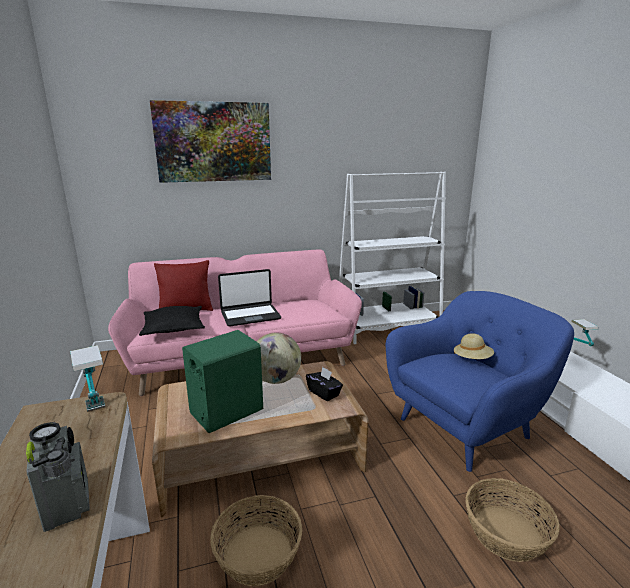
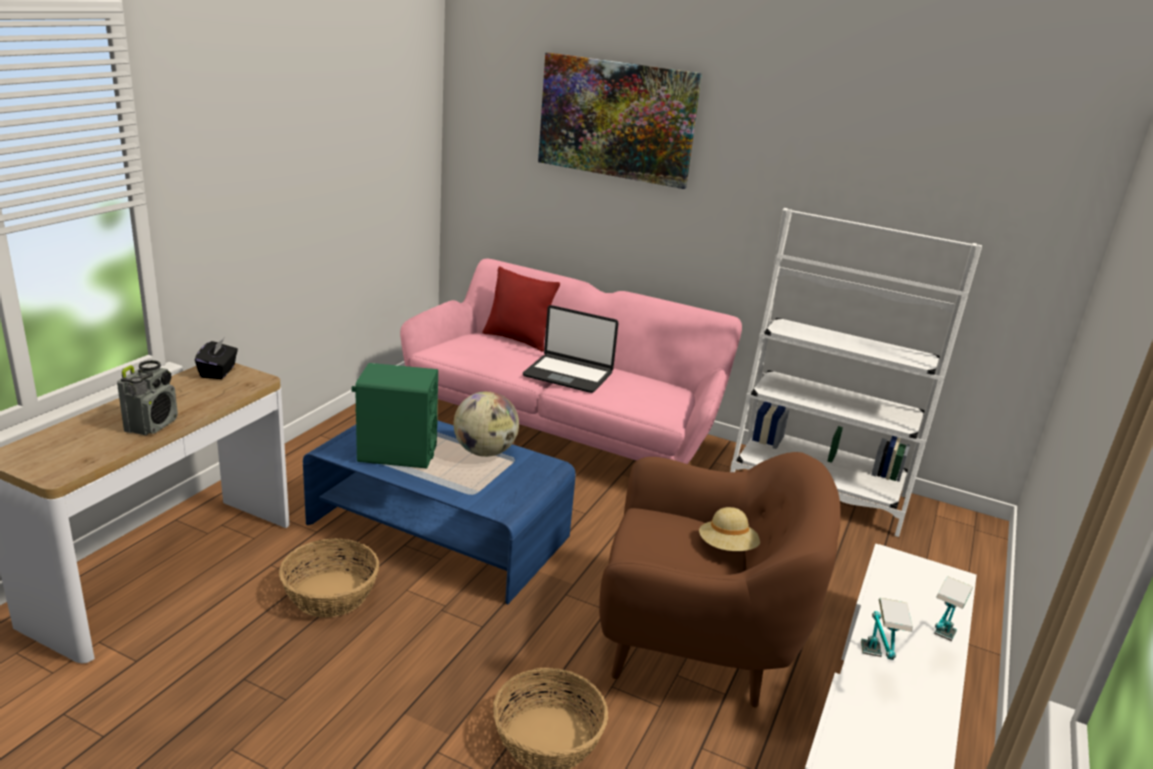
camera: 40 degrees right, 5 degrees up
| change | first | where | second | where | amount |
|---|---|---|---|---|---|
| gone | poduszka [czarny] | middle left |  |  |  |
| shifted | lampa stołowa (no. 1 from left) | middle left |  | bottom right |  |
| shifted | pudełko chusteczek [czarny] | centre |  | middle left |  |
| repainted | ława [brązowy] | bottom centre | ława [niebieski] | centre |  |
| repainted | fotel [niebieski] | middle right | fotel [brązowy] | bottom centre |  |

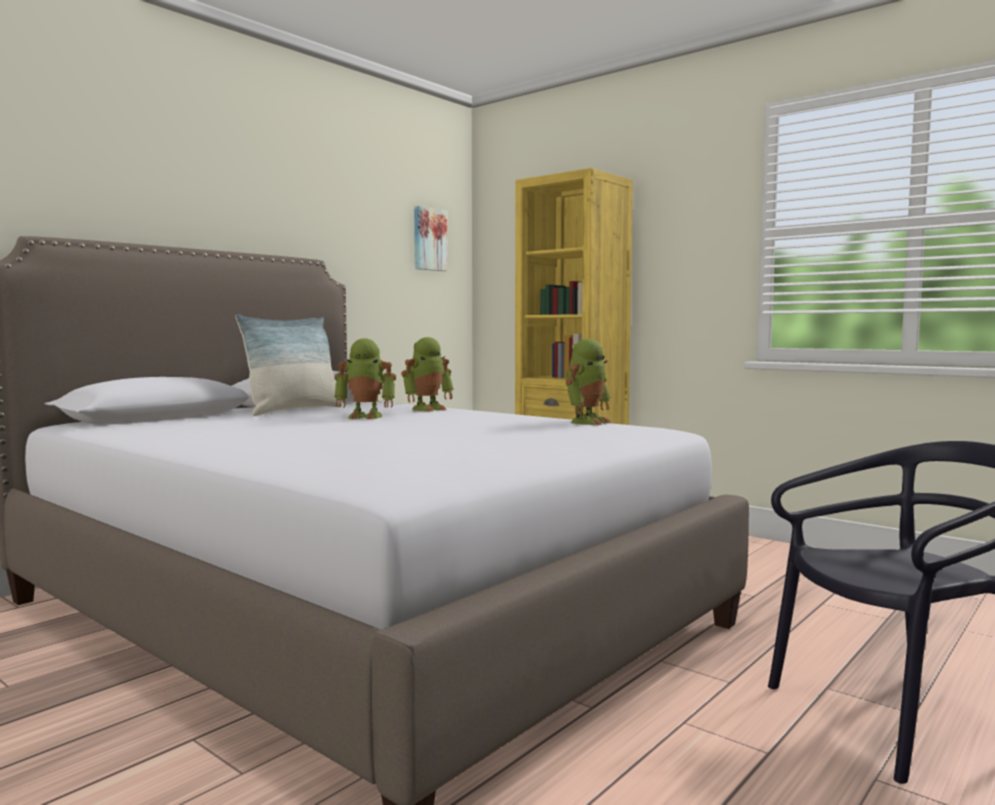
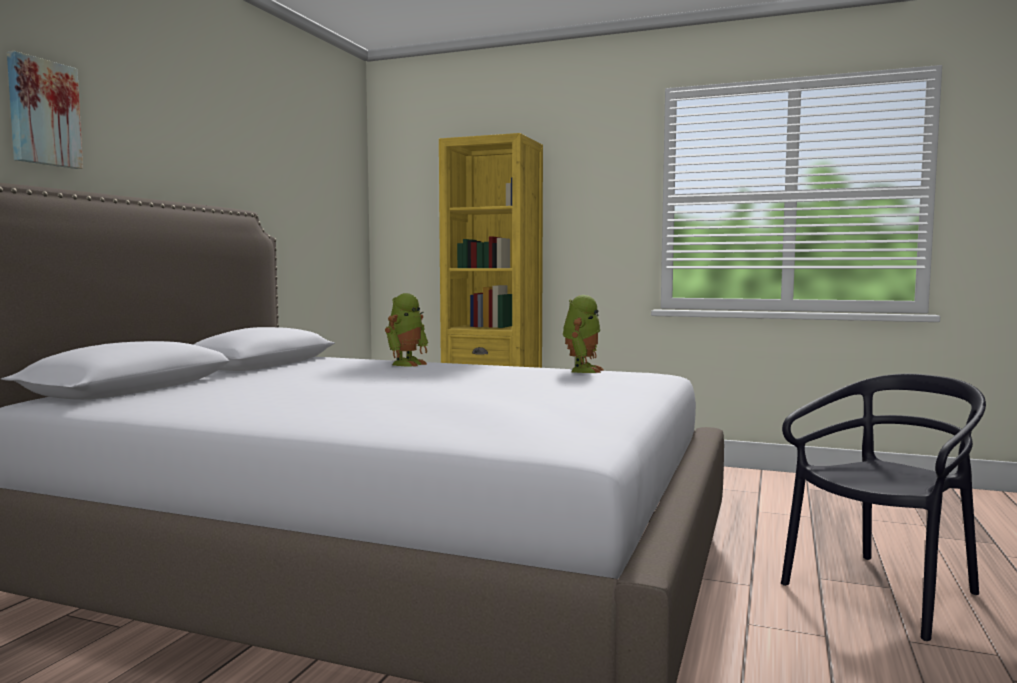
camera: 20 degrees left, 0 degrees up
| change | first | where | second | where | amount |
|---|---|---|---|---|---|
| gone | poduszka | middle left |  |  |  |
| gone | robot zabawkowy (no. 1 from left) | centre |  |  |  |
| shifted | obraz | top centre |  | top left |  |

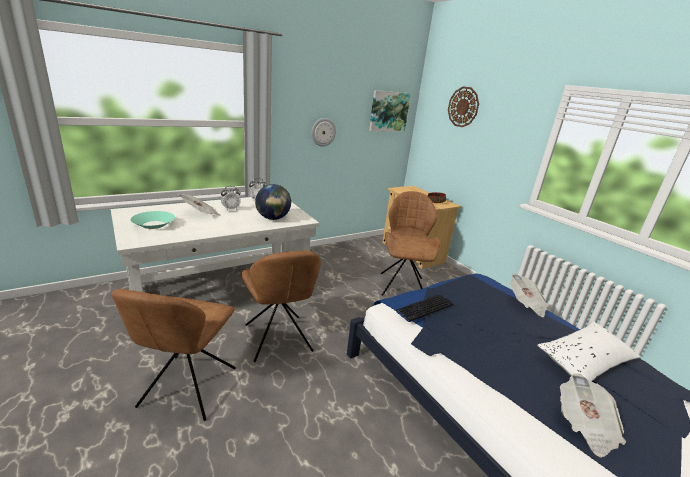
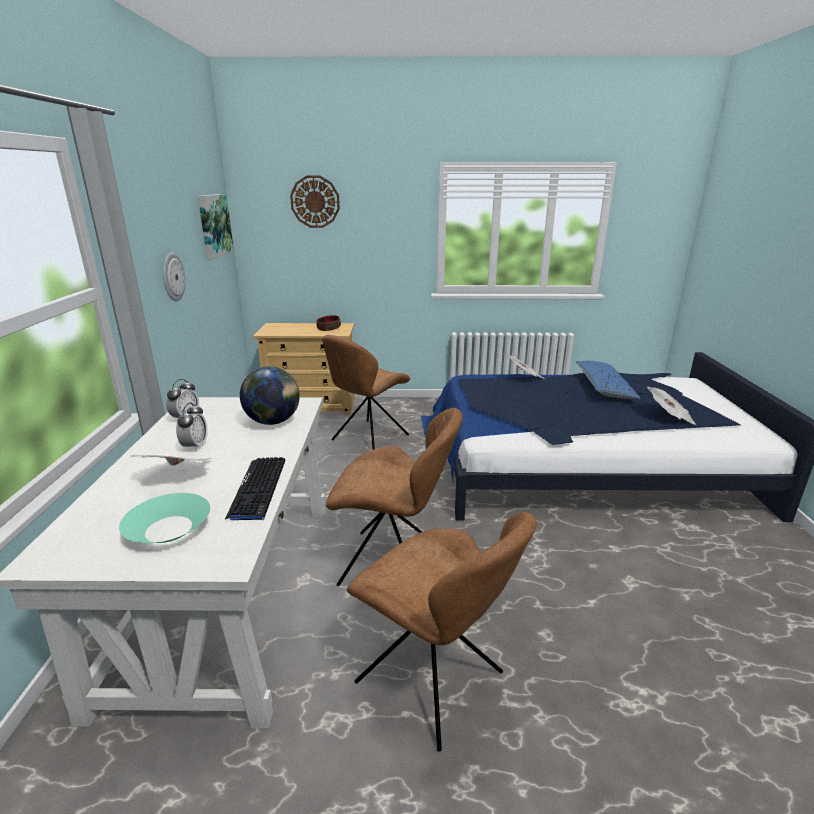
camera: 55 degrees left, 0 degrees up
| change | first | where | second | where | amount |
|---|---|---|---|---|---|
| shifted | klawiatura | centre |  | middle left |  |
| repainted | poduszka [biały] | bottom right | poduszka [niebieski] | middle right |  |
| rotated | krzesło [brązowy] (no. 3 from left in the first image) | centre | krzesło [brązowy] (no. 1 from left) | centre | 90 degrees counterclockwise |

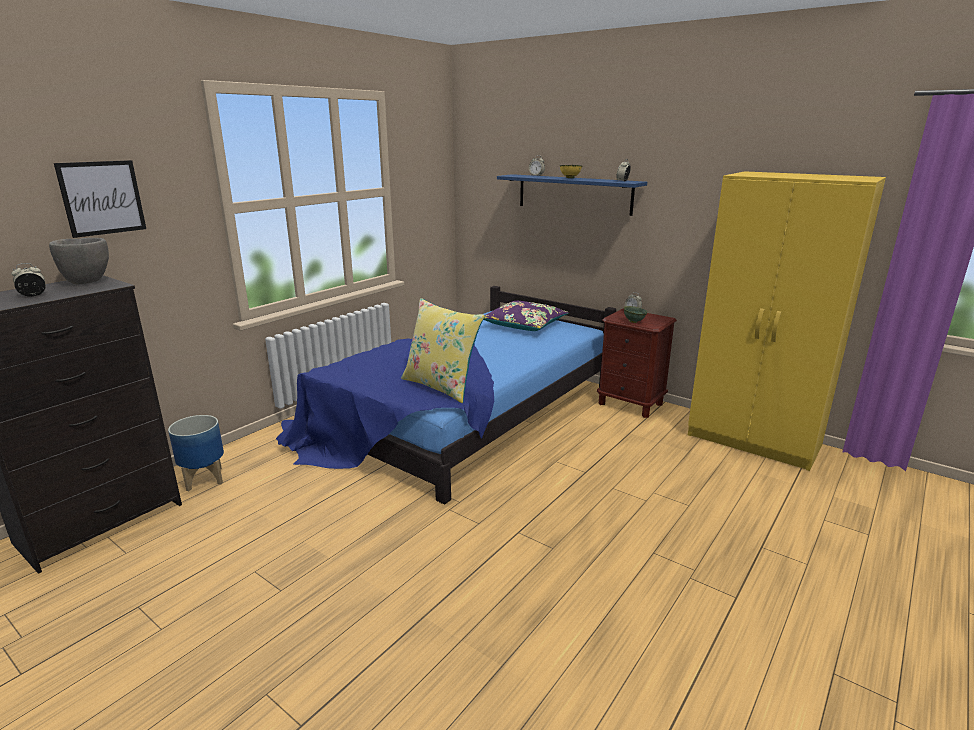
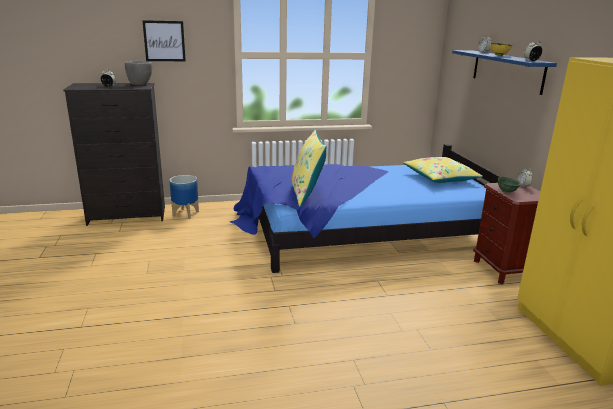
camera: 40 degrees right, 0 degrees up
| change | first | where | second | where | amount |
|---|---|---|---|---|---|
| repainted | poduszka [fioletowy] | centre | poduszka [żółty] (no. 2 from left) | middle right |  |

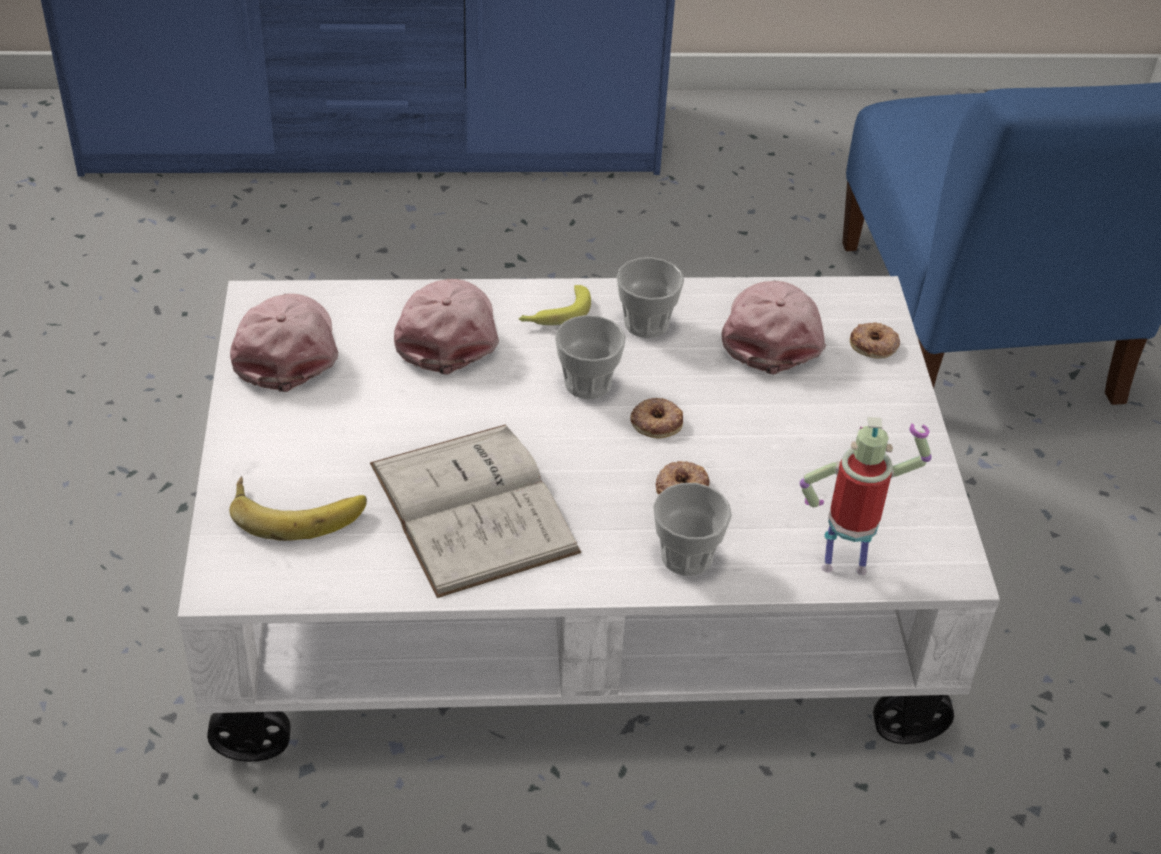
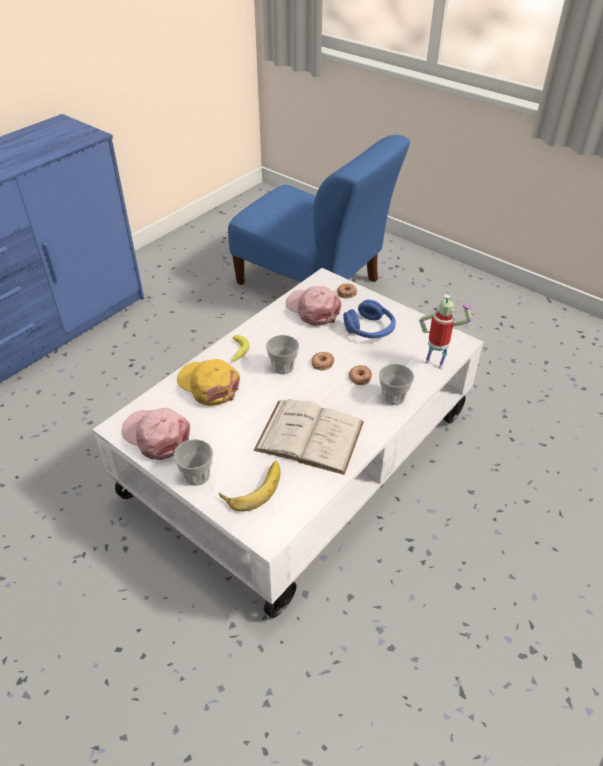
camera: 45 degrees left, 0 degrees up
| change | first | where | second | where | amount |
|---|---|---|---|---|---|
| new |  |  | słuchawki [niebieski] | centre |  |
| shifted | filiżanka (no. 2 from left in the first image) | centre | filiżanka (no. 1 from left) | middle left |  |
| repainted | czapka z daszkiem [różowy] (no. 2 from left) | centre | czapka z daszkiem [żółty] | centre |  |
| rotated | robot zabawkowy | middle right |  | middle right | 75 degrees clockwise |

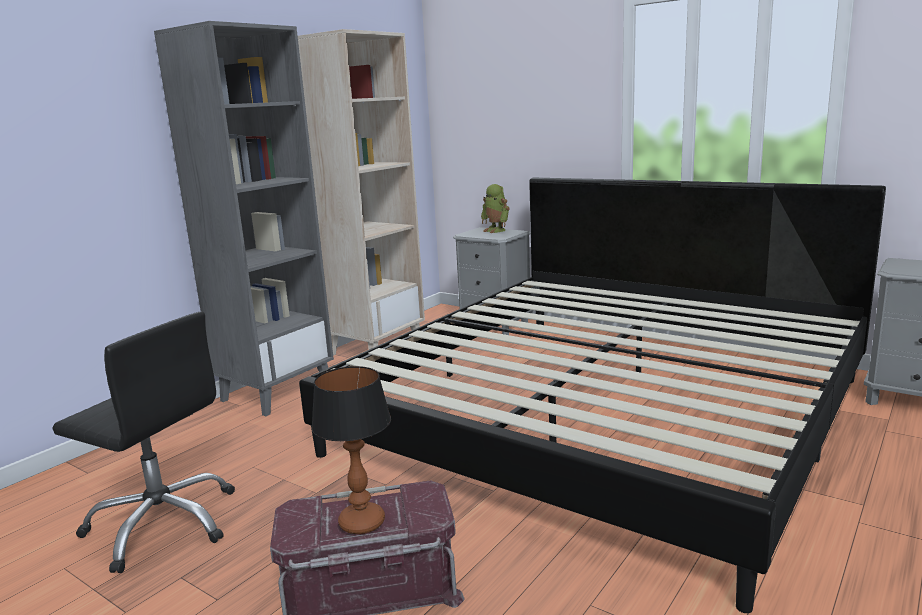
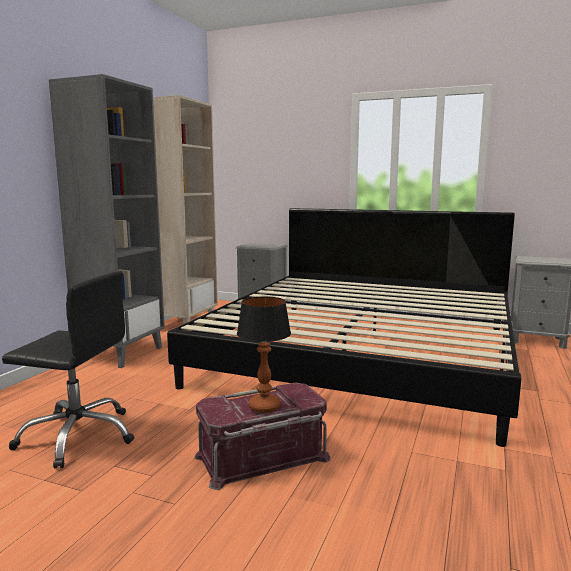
camera: 15 degrees left, 5 degrees down
| change | first | where | second | where | amount |
|---|---|---|---|---|---|
| gone | robot zabawkowy | centre |  |  |  |

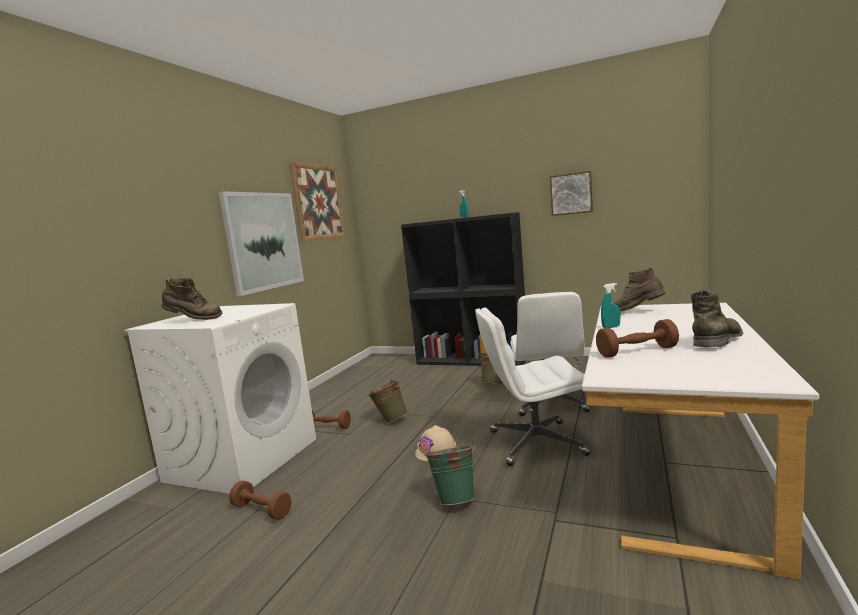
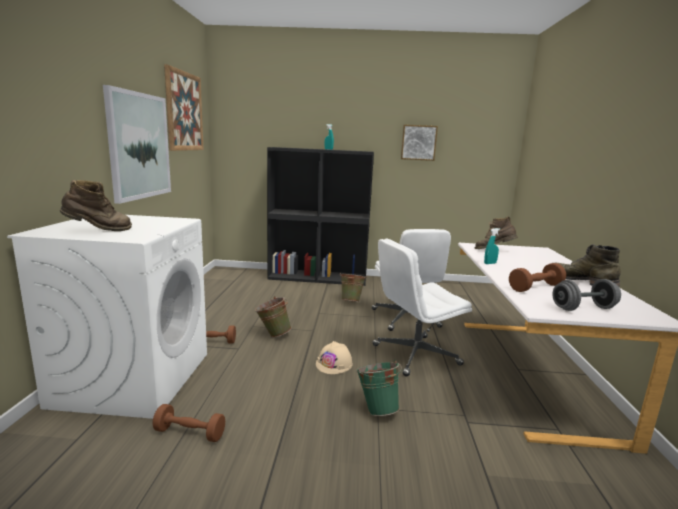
camera: 20 degrees left, 5 degrees up
| change | first | where | second | where | amount |
|---|---|---|---|---|---|
| new |  |  | hantel [szary] | middle right |  |
| rotated | but z cholewką [zielony] | middle right |  | middle right | 60 degrees counterclockwise |

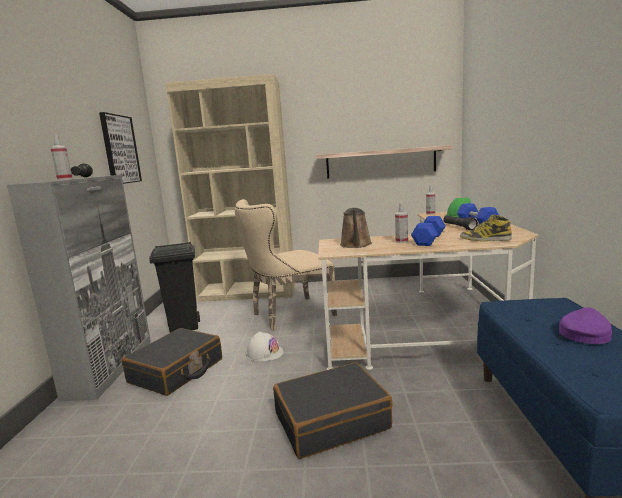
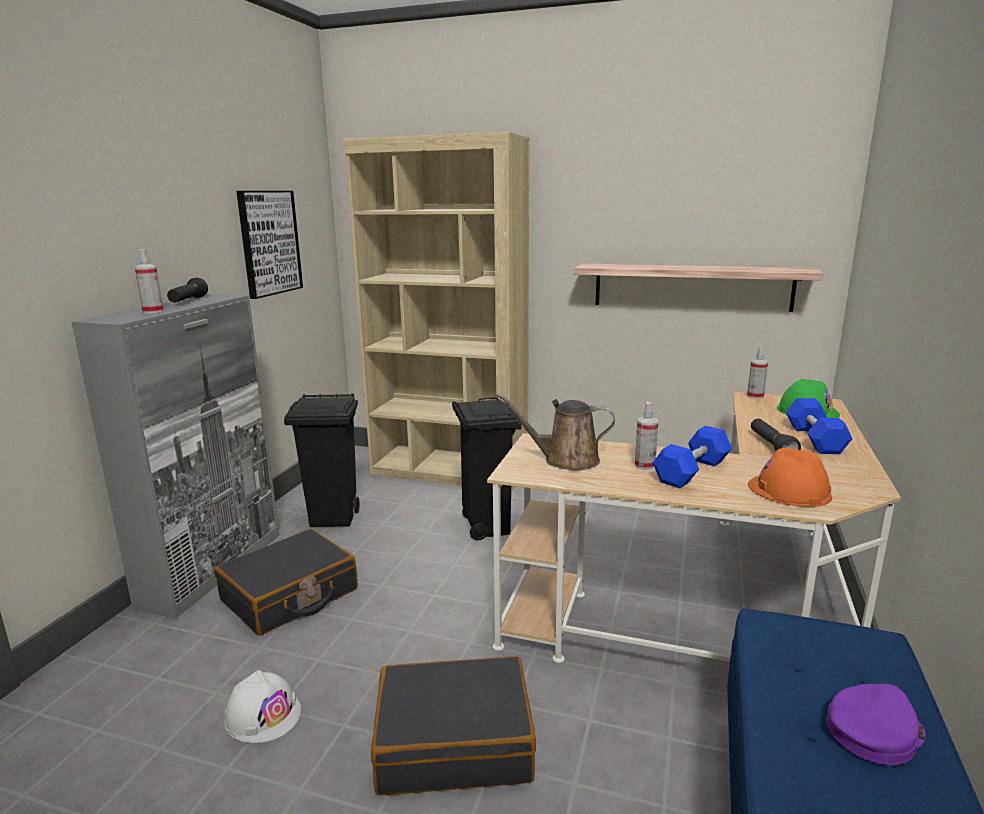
camera: 15 degrees right, 5 degrees up
| change | first | where | second | where | amount |
|---|---|---|---|---|---|
| shifted | kask [biały] | bottom centre |  | bottom left |  |
| swapped | krzesło [beżowy] | centre | kosz na śmieci [czarny] (no. 2 from left) | centre |  |
| swapped | but z cholewką | middle right | kask [pomarańczowy] | middle right |  |
| rotated | konewka [brązowy] | centre |  | centre | 75 degrees clockwise |

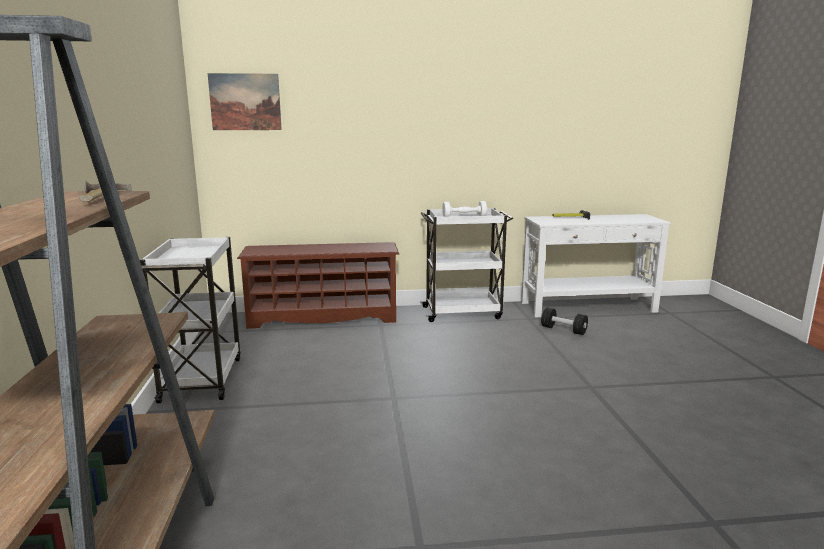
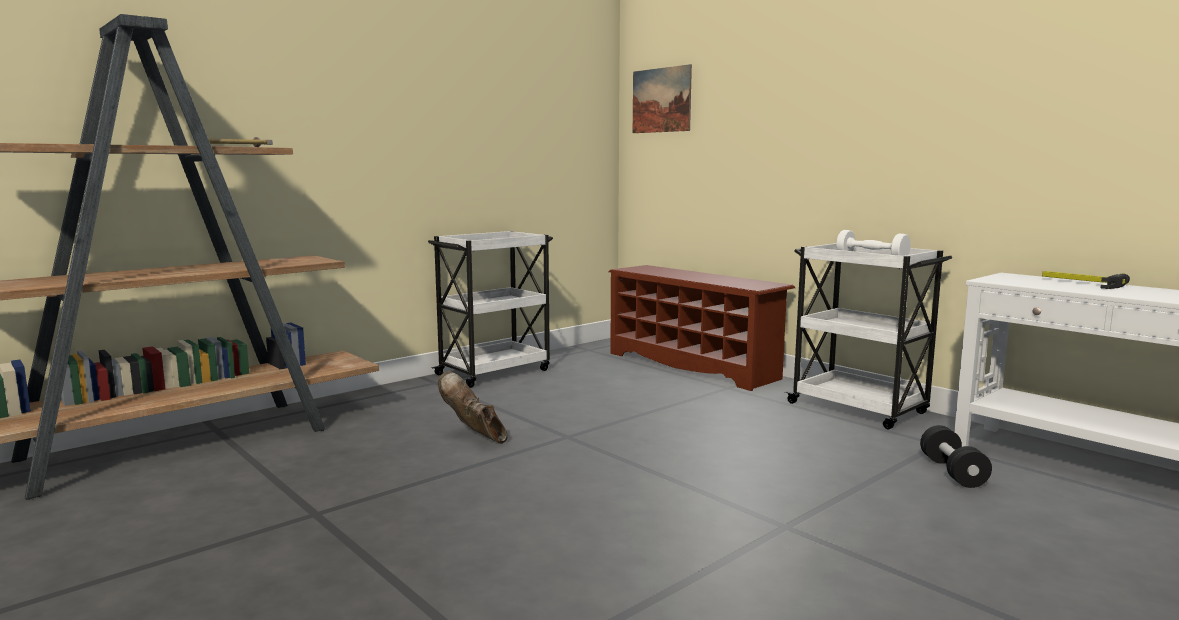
camera: 55 degrees right, 5 degrees down
| change | first | where | second | where | amount |
|---|---|---|---|---|---|
| new |  |  | but z cholewką [brązowy] | centre |  |

